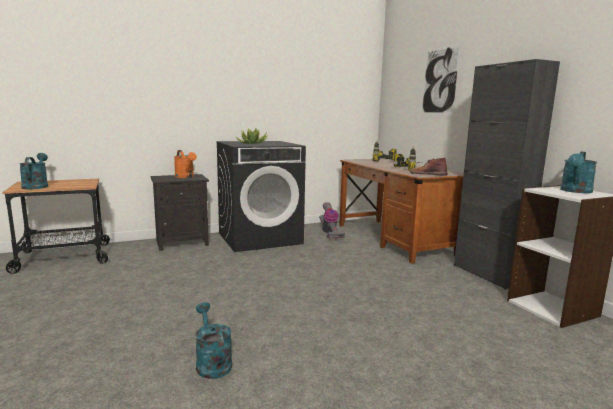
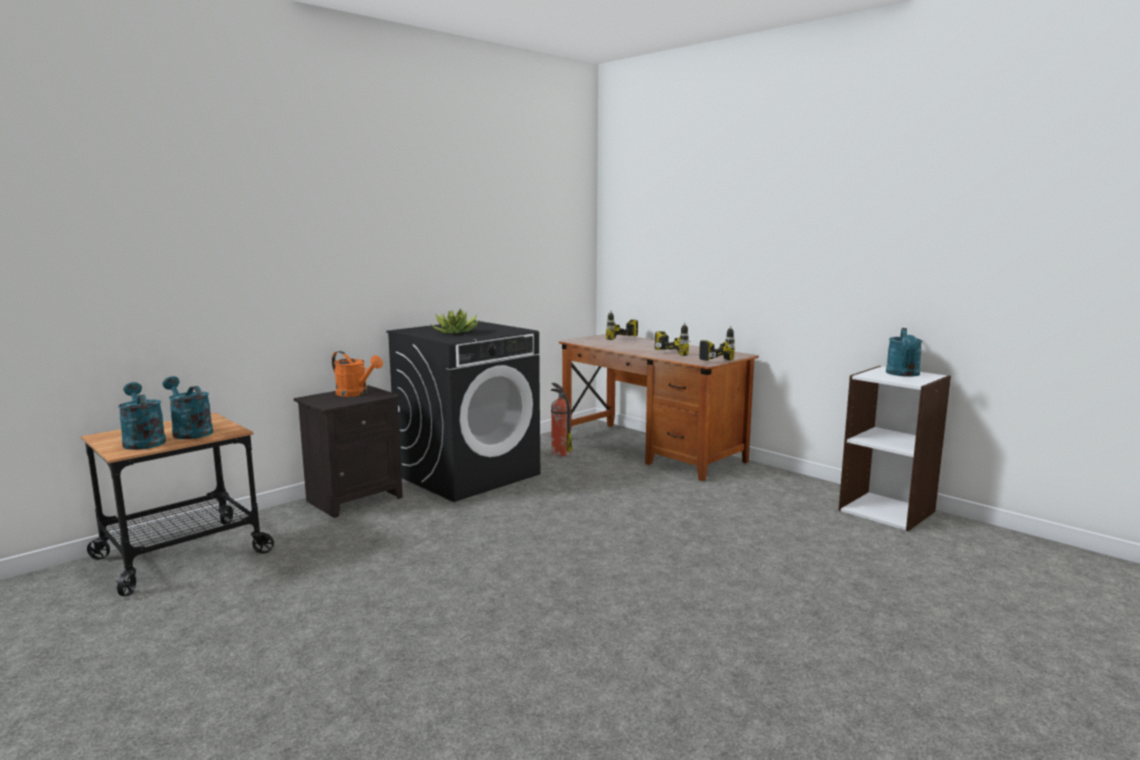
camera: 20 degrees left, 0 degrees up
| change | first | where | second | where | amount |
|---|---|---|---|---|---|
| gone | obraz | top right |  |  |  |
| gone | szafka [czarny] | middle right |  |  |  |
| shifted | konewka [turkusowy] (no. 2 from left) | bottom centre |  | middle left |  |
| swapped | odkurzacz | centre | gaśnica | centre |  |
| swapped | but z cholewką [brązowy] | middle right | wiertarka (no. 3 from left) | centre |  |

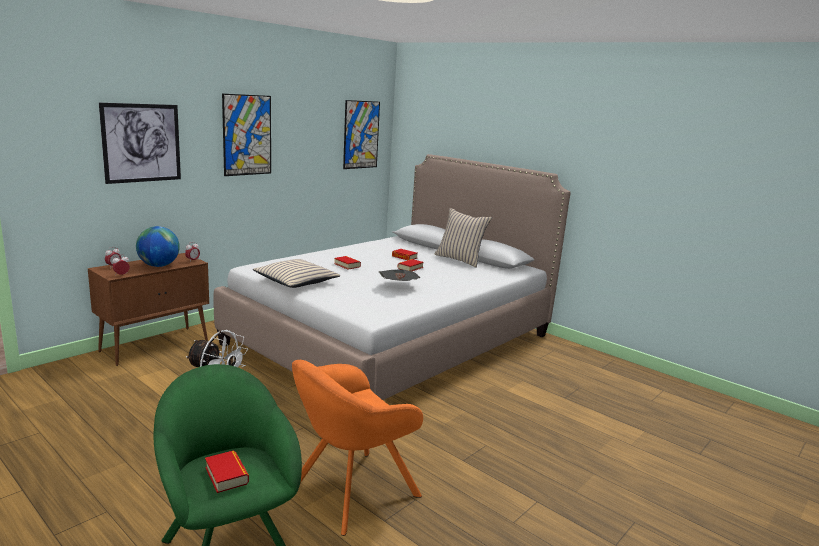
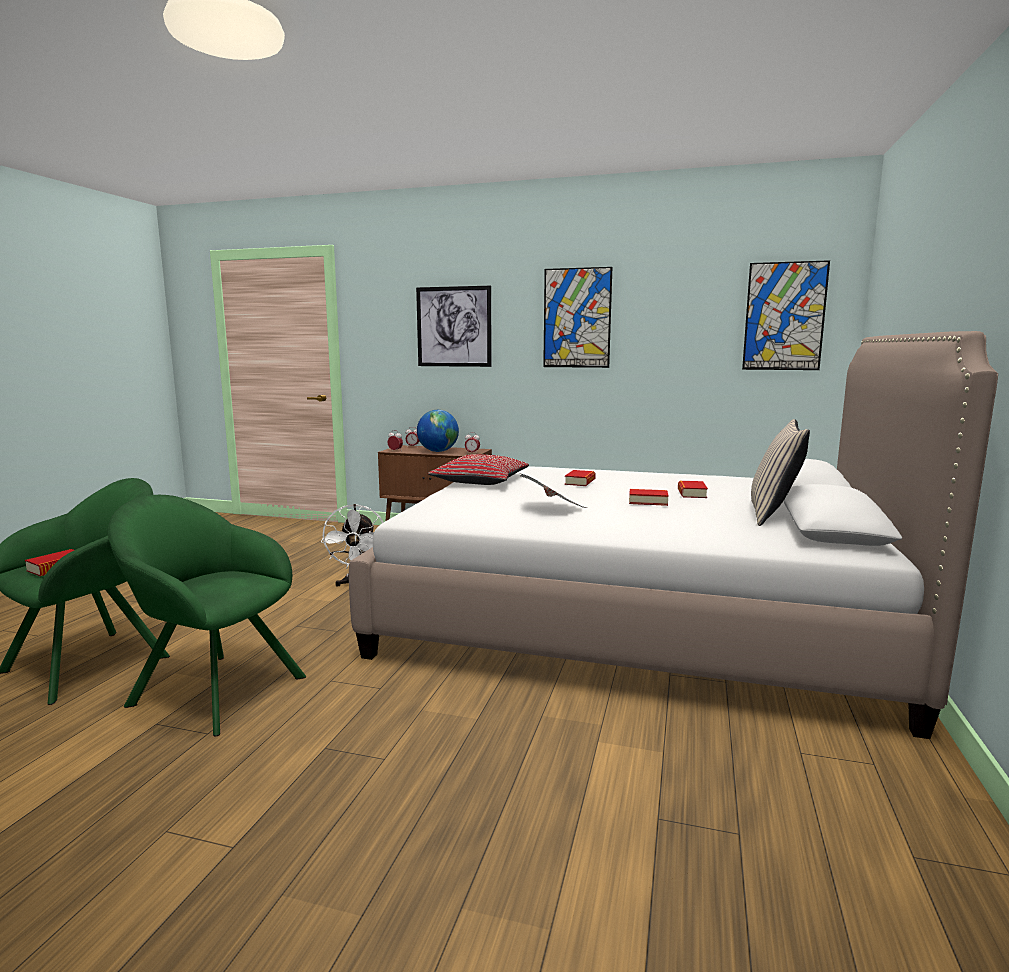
camera: 65 degrees right, 5 degrees down
| change | first | where | second | where | amount |
|---|---|---|---|---|---|
| repainted | poduszka [beżowy] (no. 1 from left) | centre | poduszka [czerwony] | centre |  |
| repainted | fotel [pomarańczowy] | bottom centre | fotel [zielony] (no. 2 from left) | middle left |  |

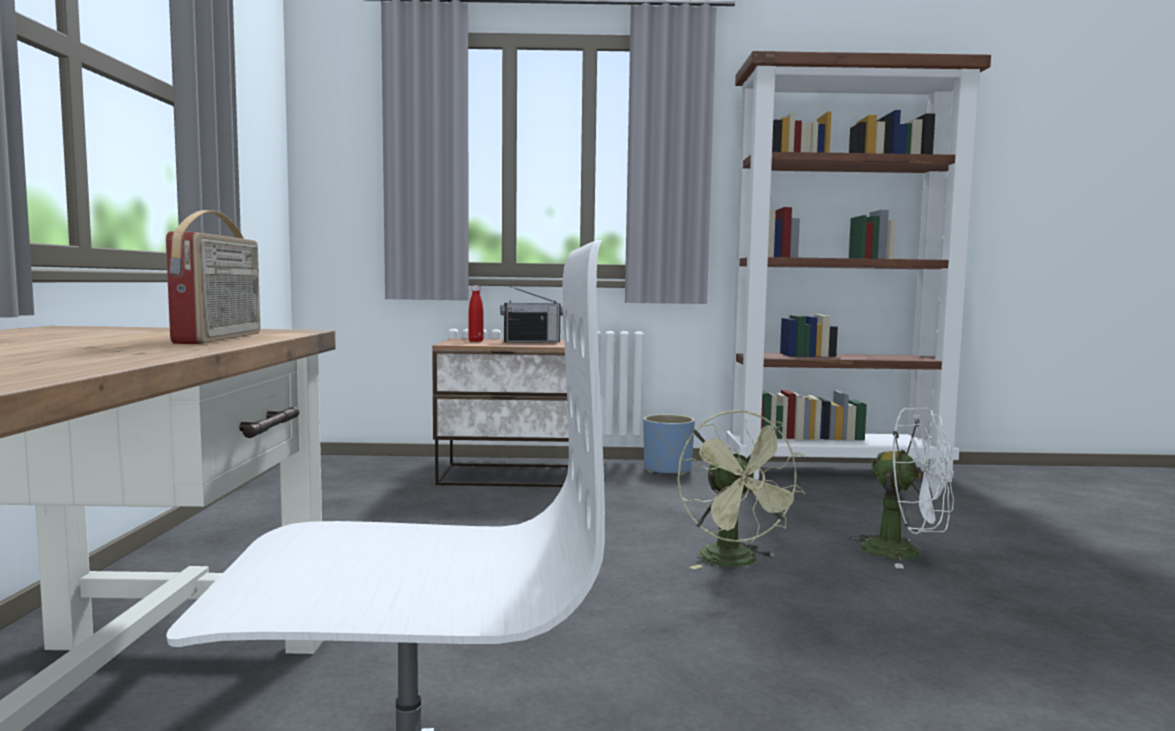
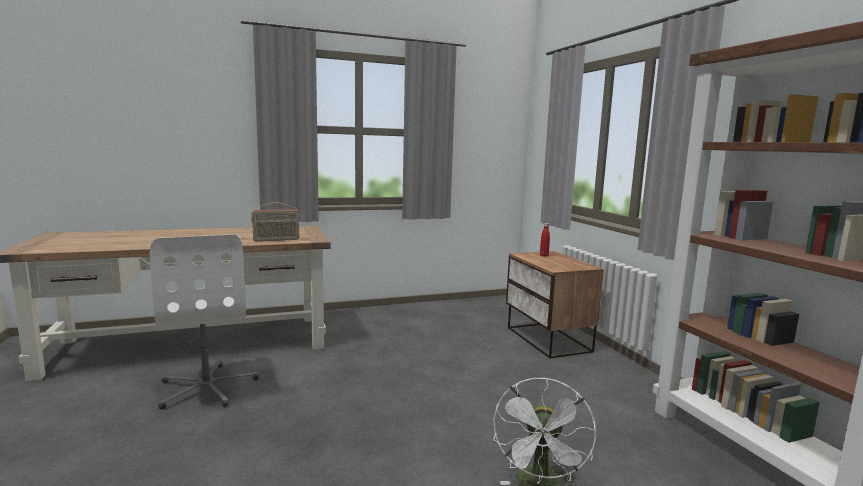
camera: 70 degrees right, 5 degrees up
| change | first | where | second | where | amount |
|---|---|---|---|---|---|
| gone | radio (no. 2 from left) | centre |  |  |  |
| gone | donica [niebieski] | centre |  |  |  |
| gone | wentylator [zielony] | bottom centre |  |  |  |

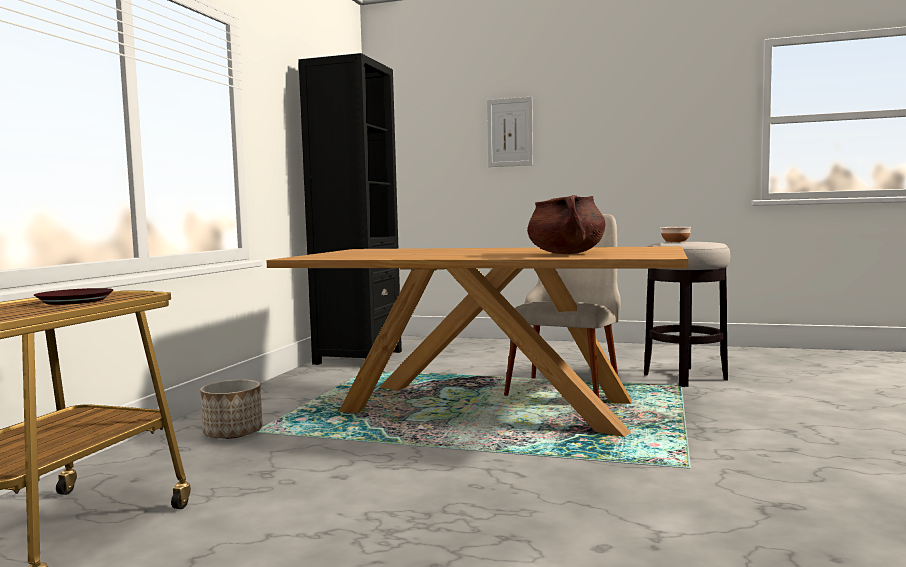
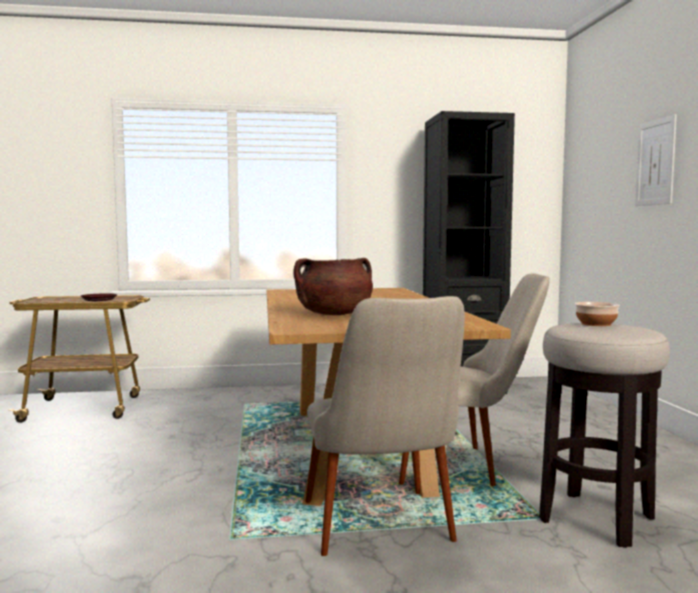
camera: 65 degrees right, 0 degrees up
| change | first | where | second | where | amount |
|---|---|---|---|---|---|
| gone | donica | bottom left |  |  |  |
| new |  |  | krzesło [beżowy] (no. 1 from left) | bottom centre |  |

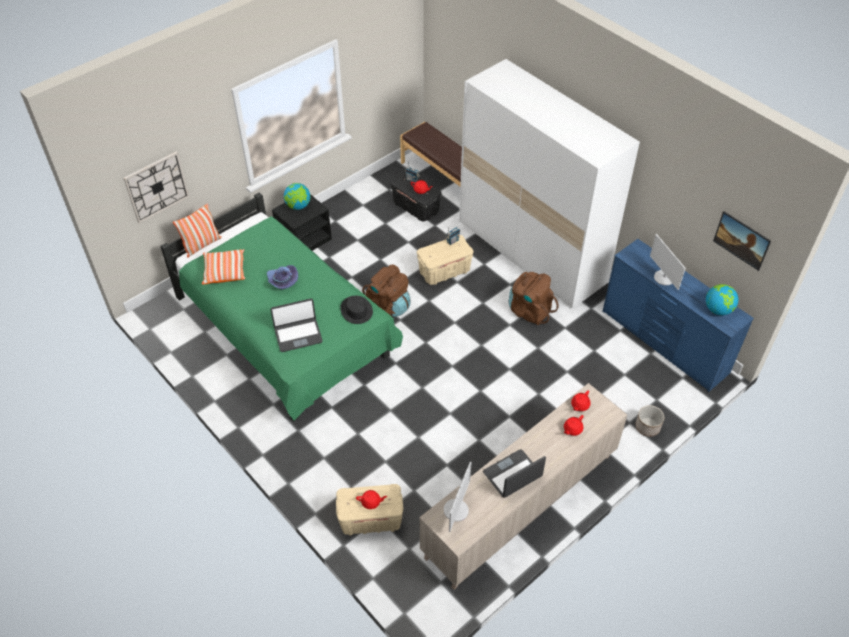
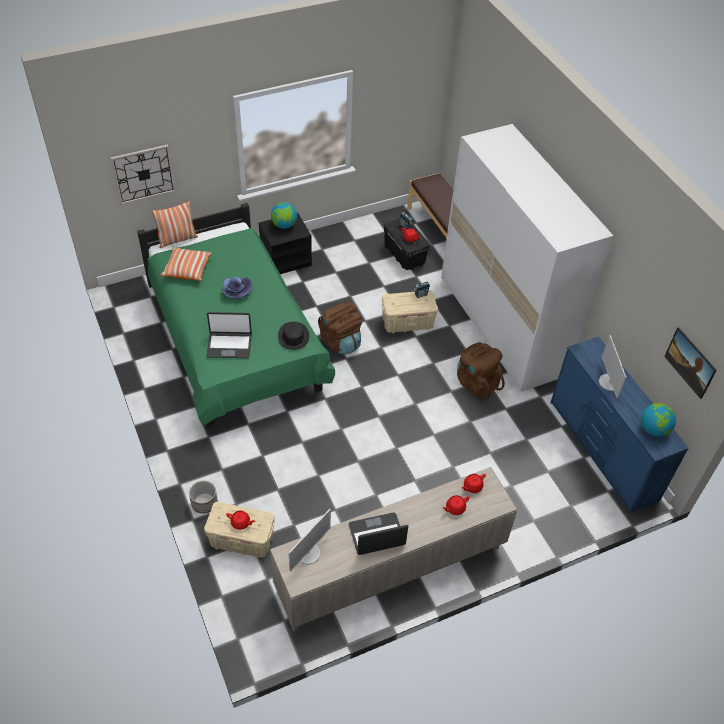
camera: 15 degrees right, 0 degrees up
| change | first | where | second | where | amount |
|---|---|---|---|---|---|
| shifted | donica | middle right |  | bottom left |  |

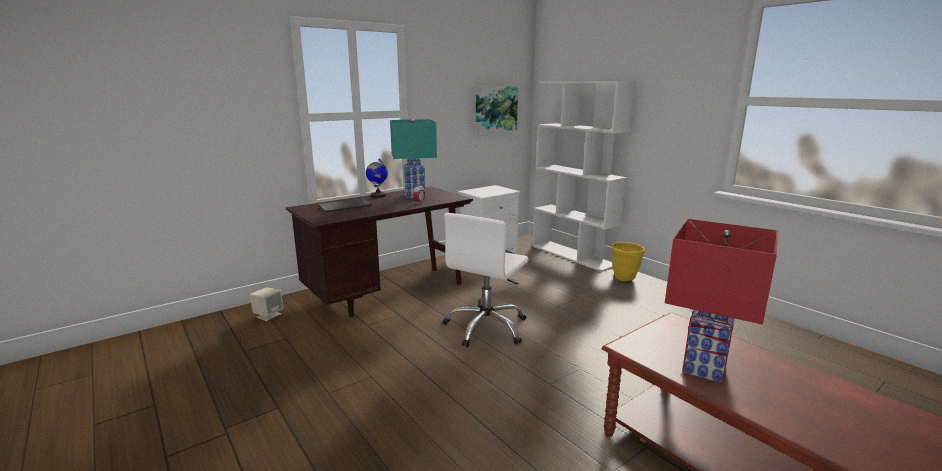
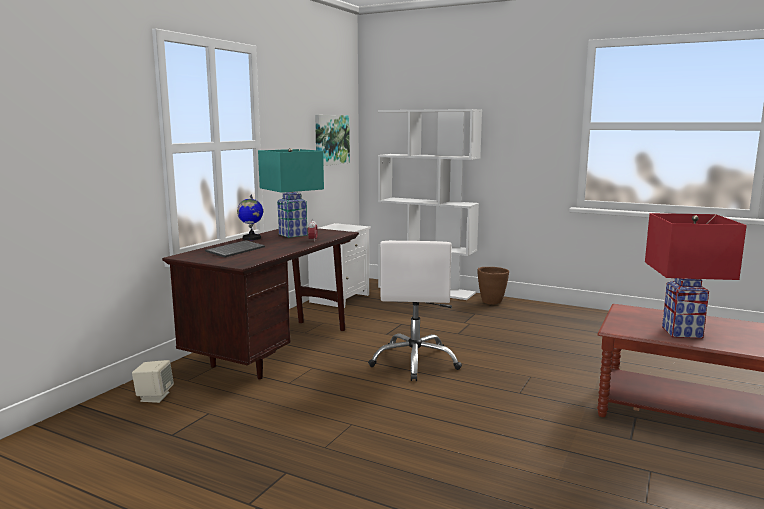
camera: 25 degrees left, 5 degrees down
| change | first | where | second | where | amount |
|---|---|---|---|---|---|
| repainted | donica [żółty] | middle right | donica [brązowy] | centre |  |

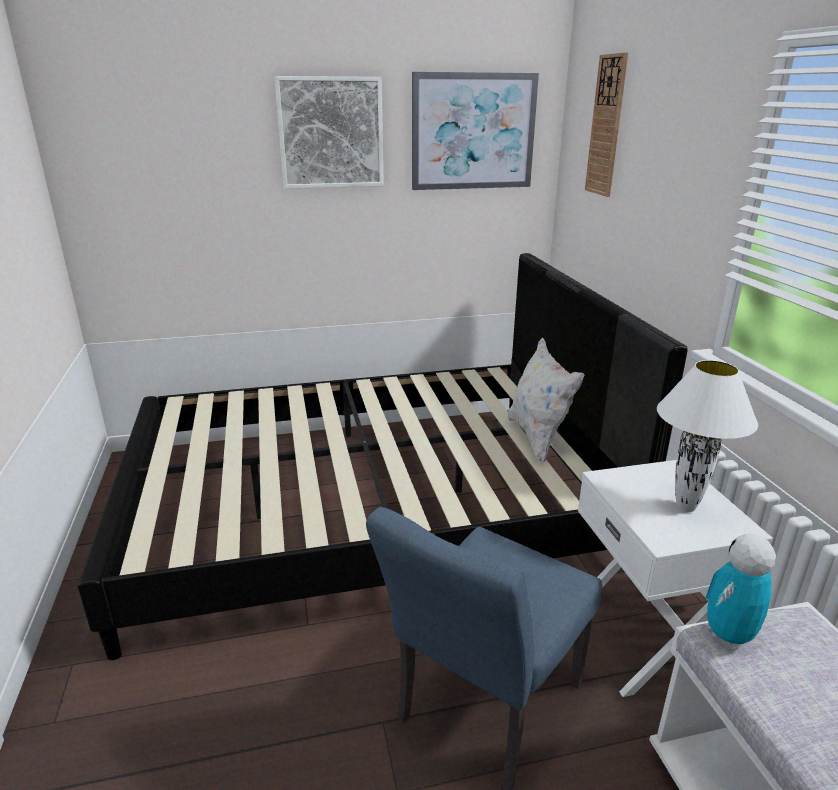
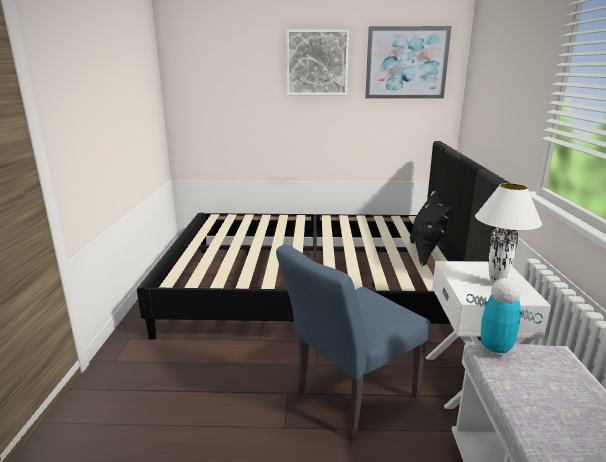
camera: 15 degrees right, 5 degrees down
| change | first | where | second | where | amount |
|---|---|---|---|---|---|
| gone | zegar ścienny | top right |  |  |  |
| repainted | poduszka [biały] | centre | poduszka [czarny] | middle right |  |
| rotated | robot zabawkowy | bottom right |  | bottom right | 60 degrees clockwise |

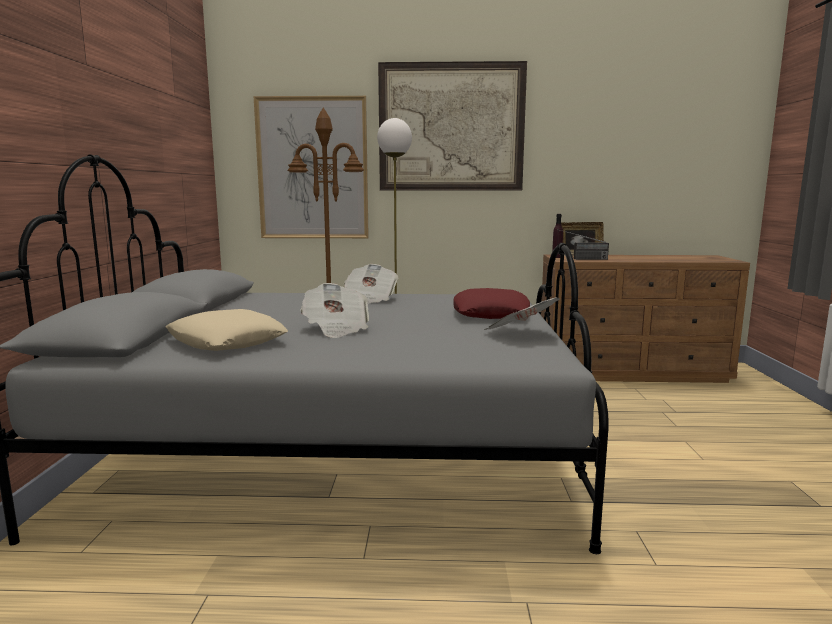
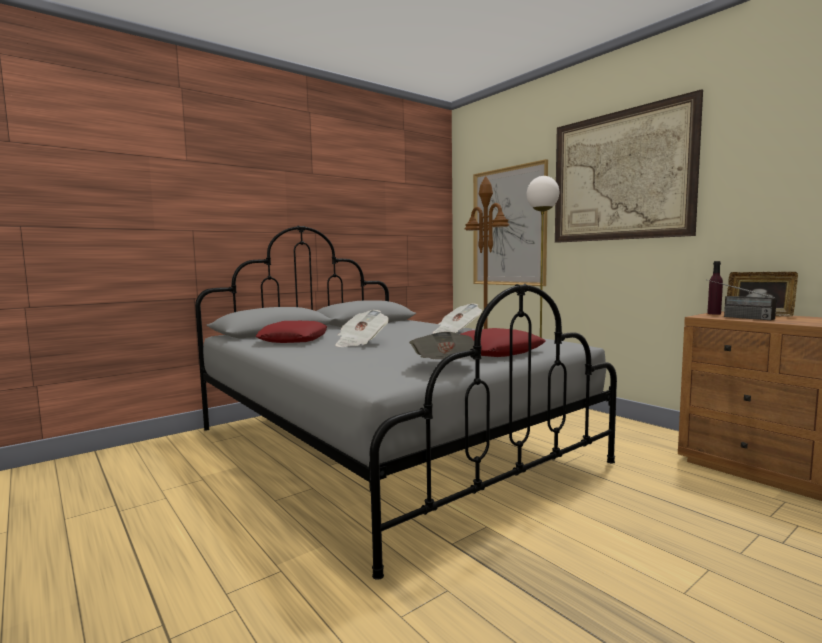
camera: 50 degrees right, 5 degrees down
| change | first | where | second | where | amount |
|---|---|---|---|---|---|
| repainted | poduszka [beżowy] | middle left | poduszka [czerwony] (no. 1 from left) | centre |  |

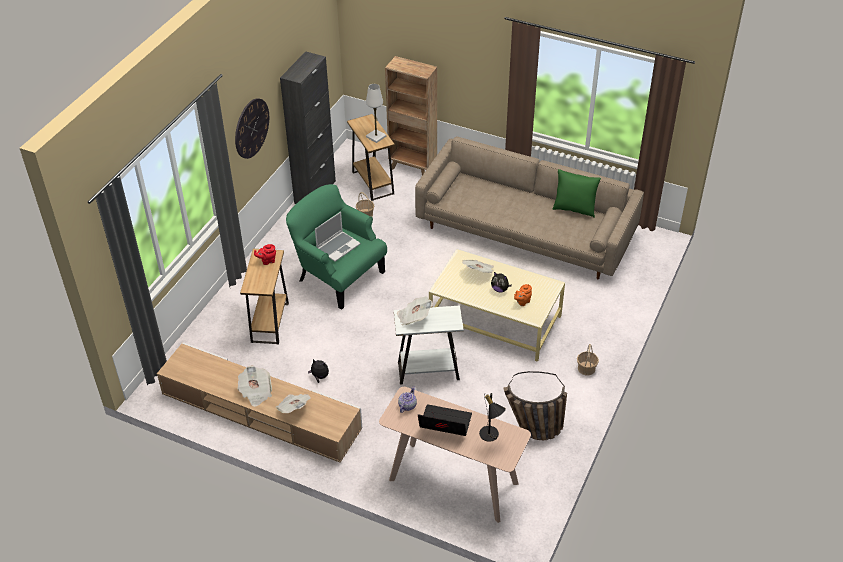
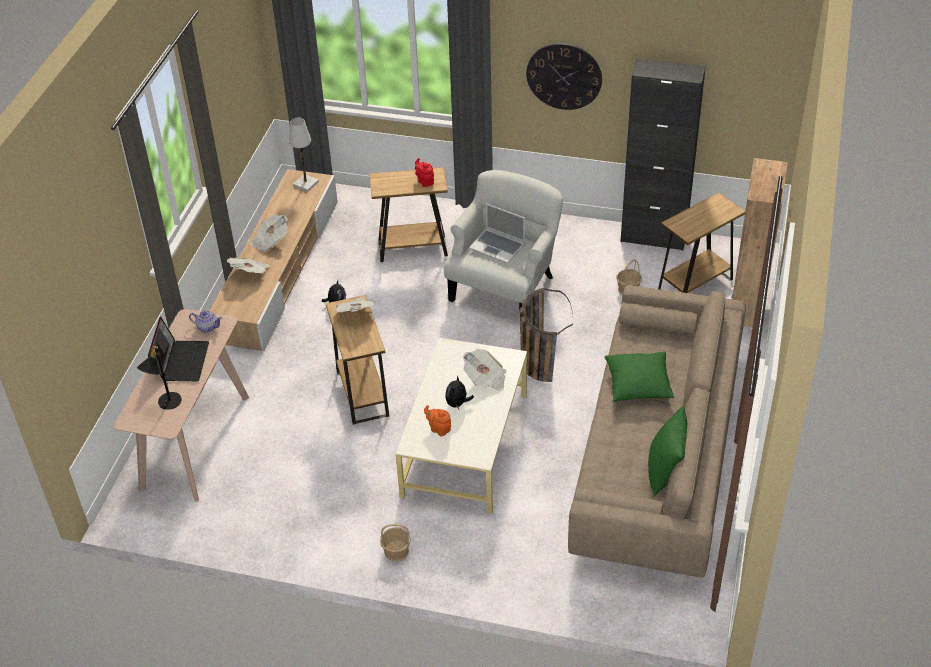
camera: 80 degrees right, 0 degrees up
| change | first | where | second | where | amount |
|---|---|---|---|---|---|
| new |  |  | poduszka [zielony] (no. 1 from left) | middle right |  |
| shifted | lampa stołowa [biały] | top centre |  | top left |  |
| shifted | koszyk (no. 2 from left) | bottom centre |  | centre |  |
| repainted | fotel [zielony] | centre | fotel [biały] | centre |  |
| repainted | stolik [biały] | centre | stolik [brązowy] (no. 1 from left) | centre |  |

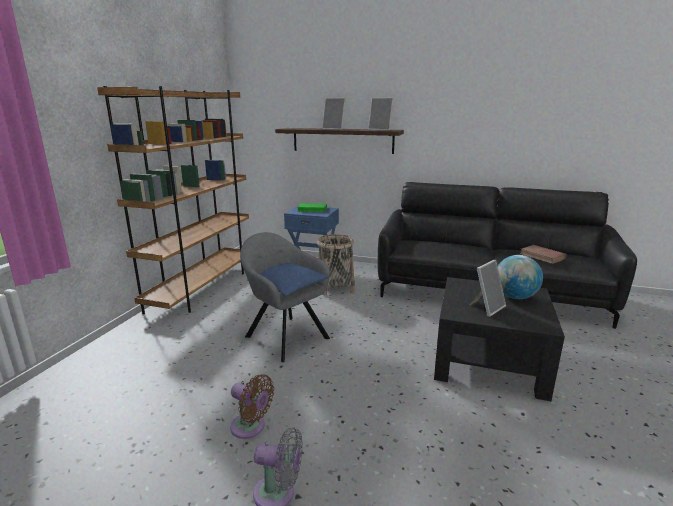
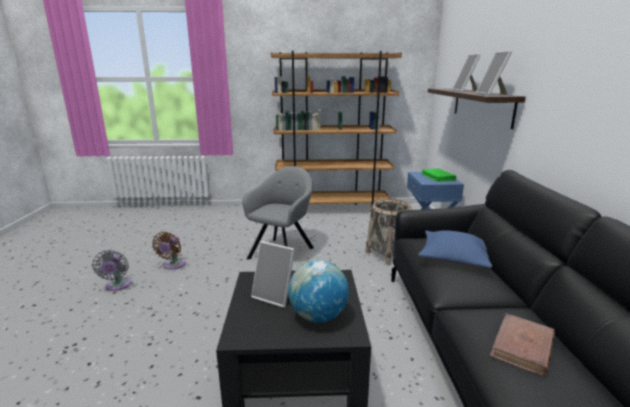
camera: 70 degrees right, 0 degrees up
| change | first | where | second | where | amount |
|---|---|---|---|---|---|
| shifted | poduszka [niebieski] | centre |  | middle right |  |

